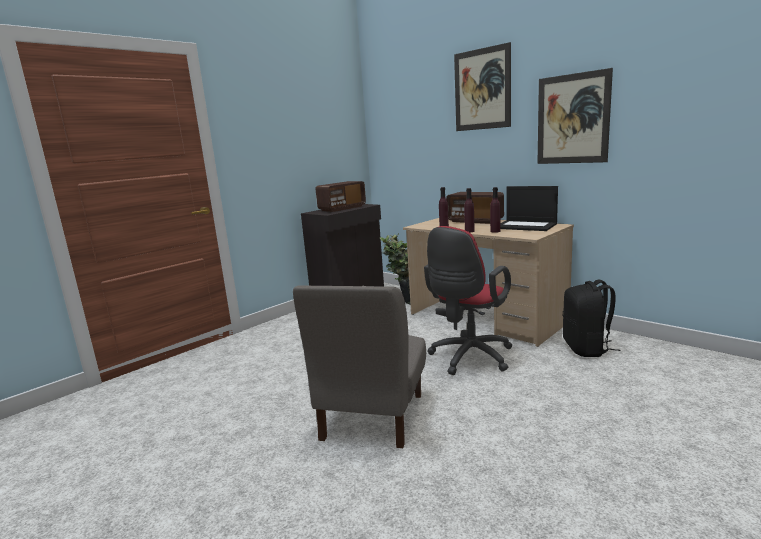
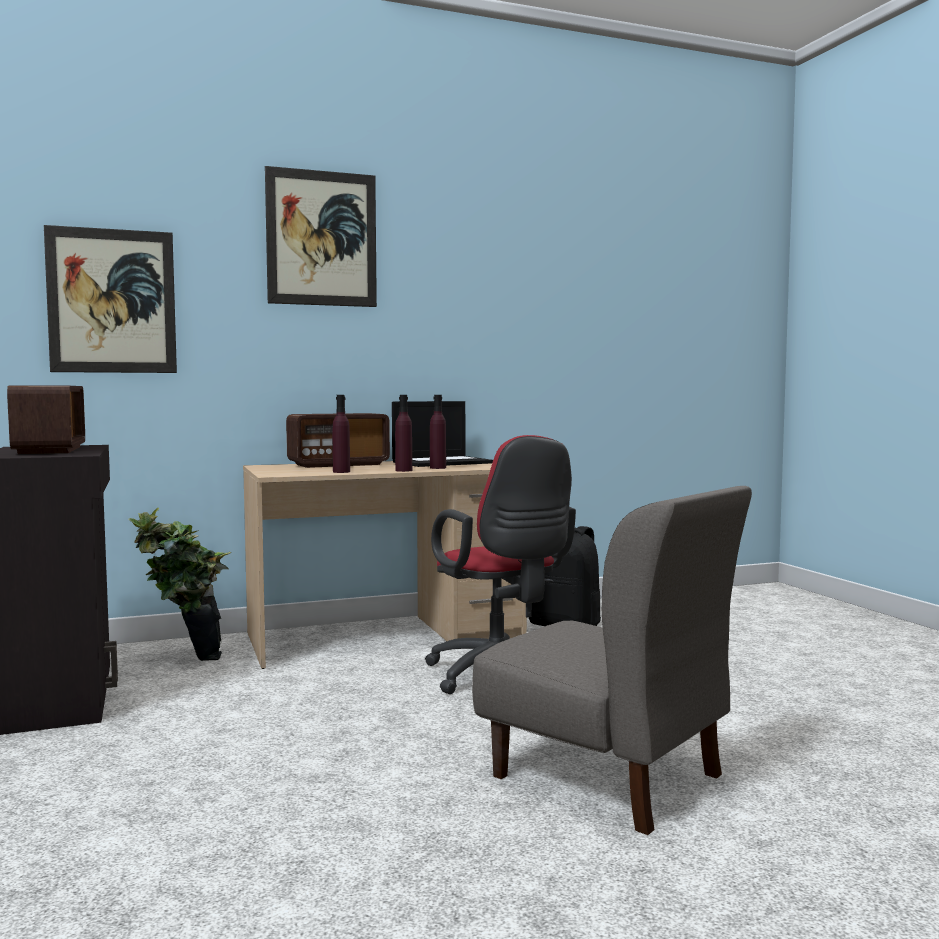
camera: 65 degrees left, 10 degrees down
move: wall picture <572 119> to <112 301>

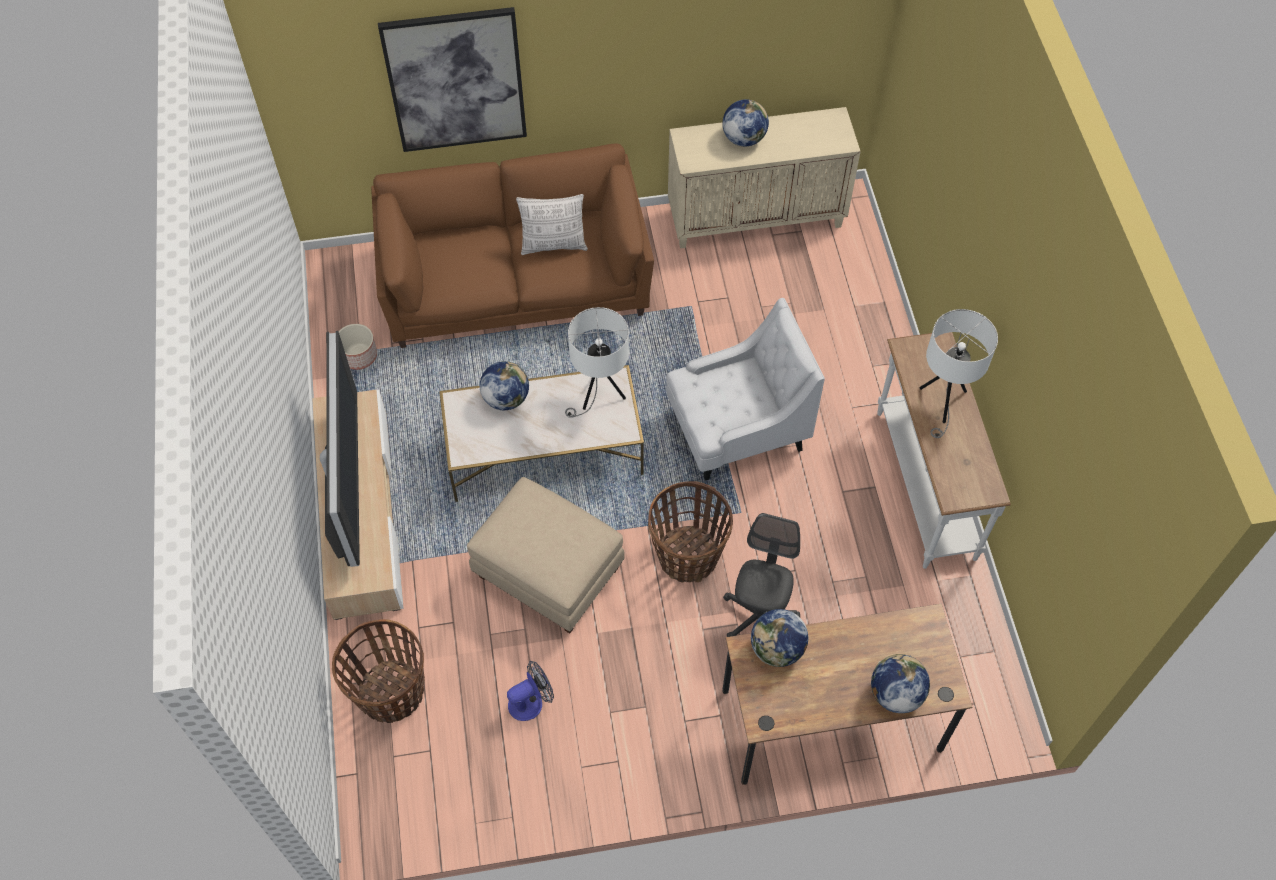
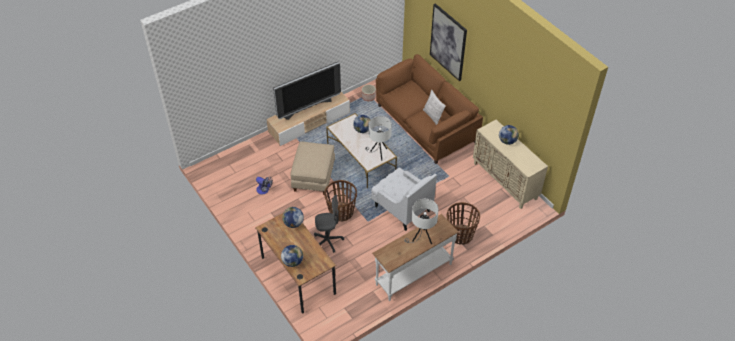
camera: 65 degrees right, 10 degrees down
move: storage basket <391 693> to <460 235>

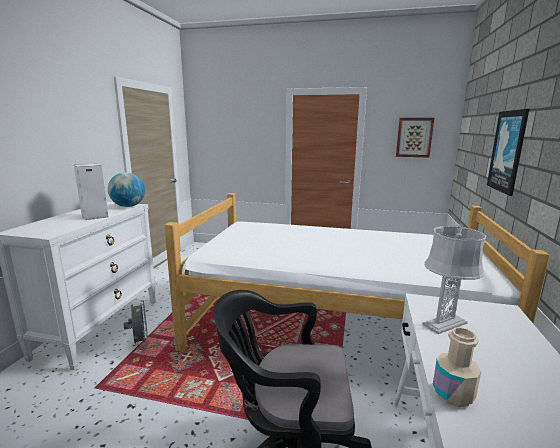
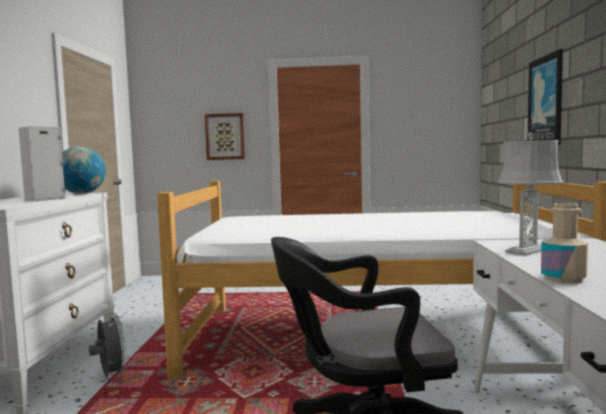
camera: 10 degrees left, 10 degrees down
move: wall picture <414 137> to <225 136>

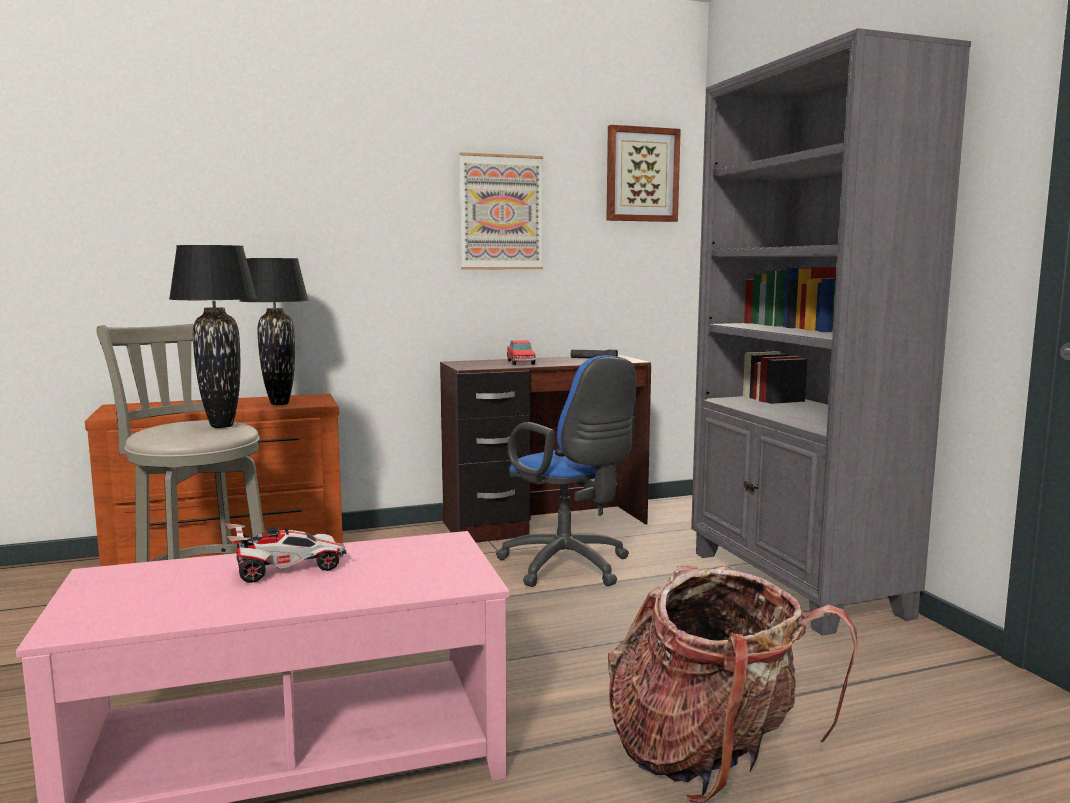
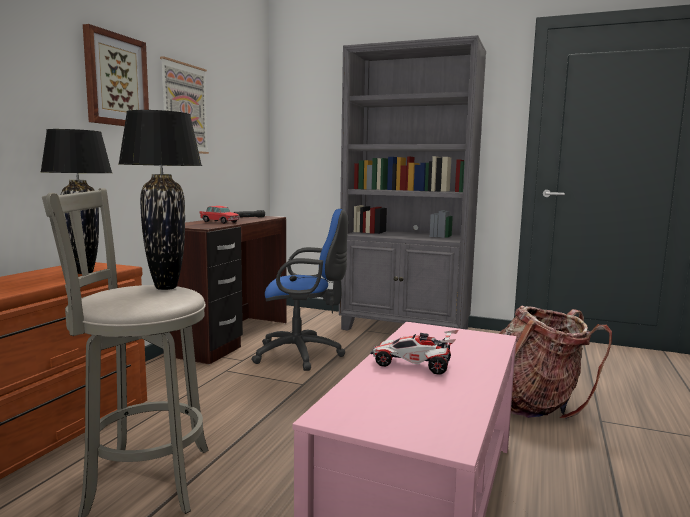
camera: 50 degrees left, 0 degrees up
move: wall picture <641 175> to <115 80>
rotate: model car <287 569> = <413 365> 90 degrees counterclockwise

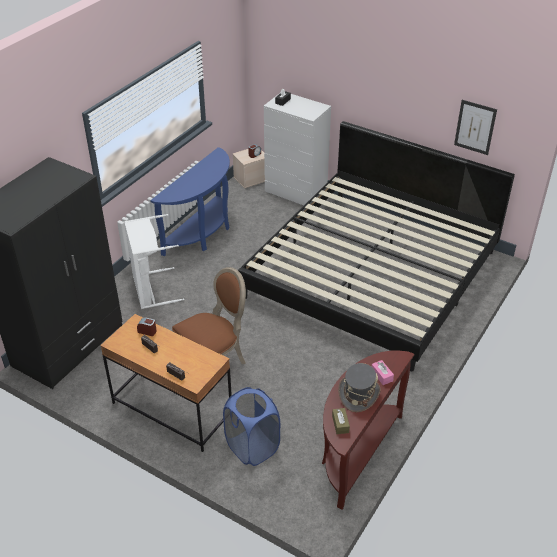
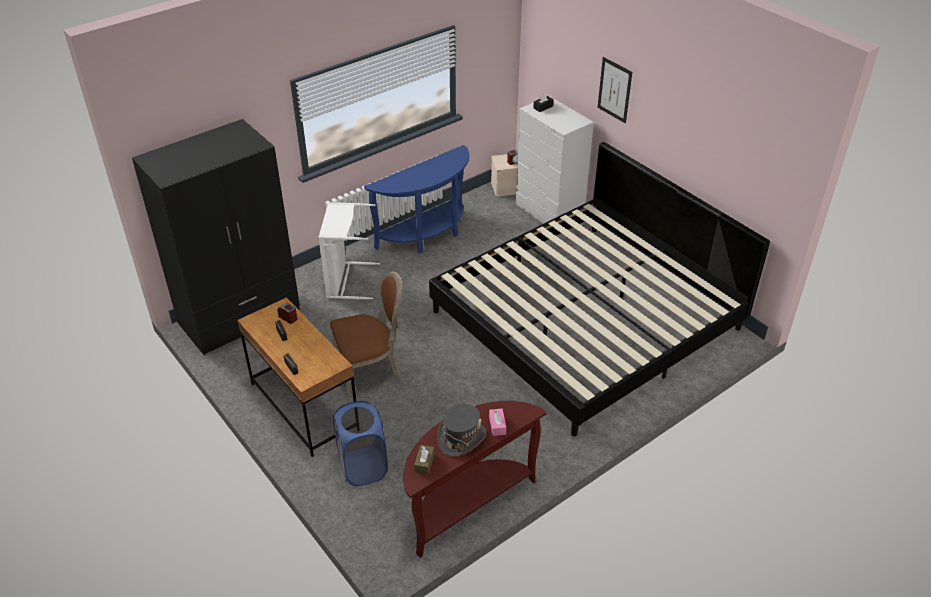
camera: 20 degrees right, 0 degrees up
move: wall picture <475 127> to <614 90>

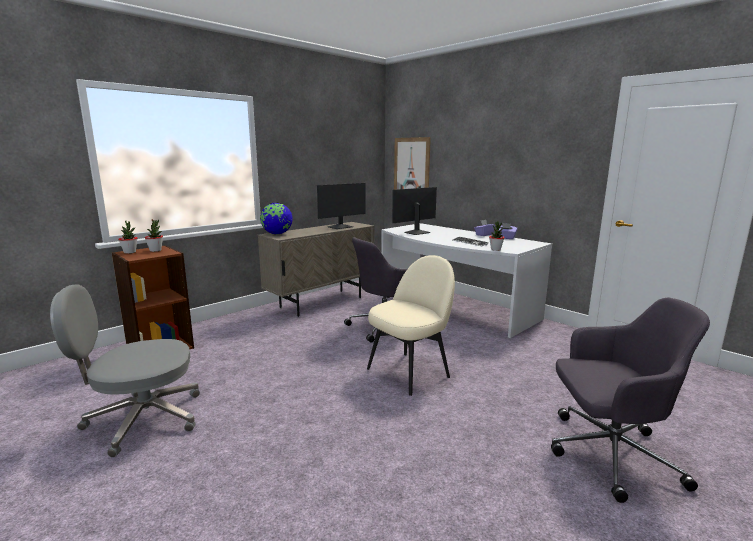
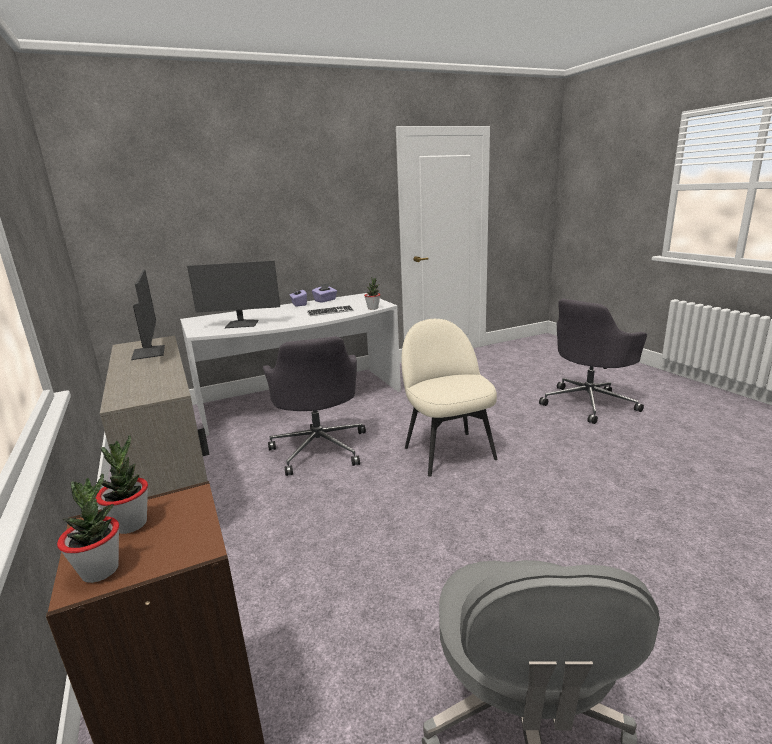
camera: 70 degrees left, 5 degrees up
delete: globe <277 234>; wall picture <411 168>
rotate: computer display <416 232> = <242 324> 75 degrees counterclockwise; greyish computer chair <608 454> = <589 403> 150 degrees counterclockwise

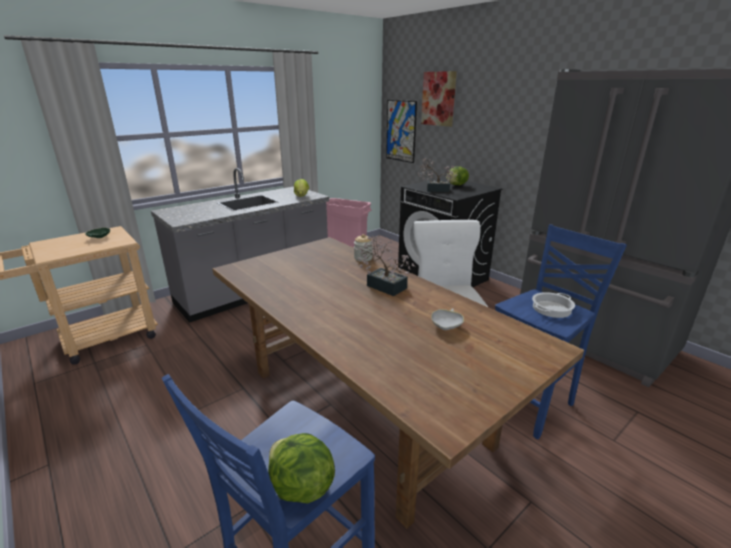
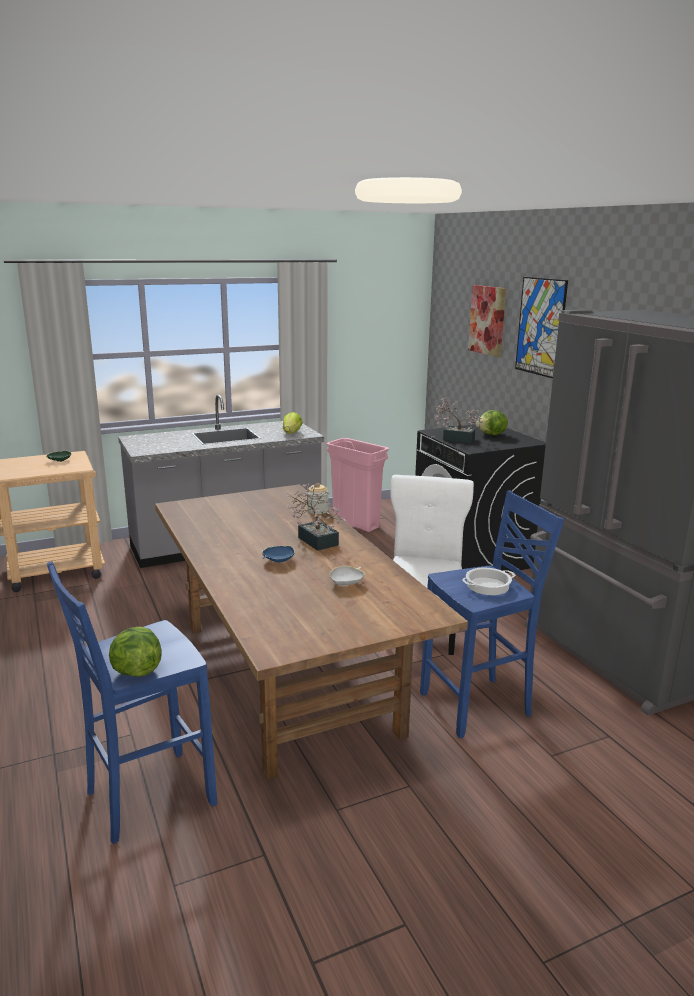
camera: 15 degrees right, 5 degrees down
insert: blue deep dish <278 561>
move: wall picture <401 131> to <540 327>

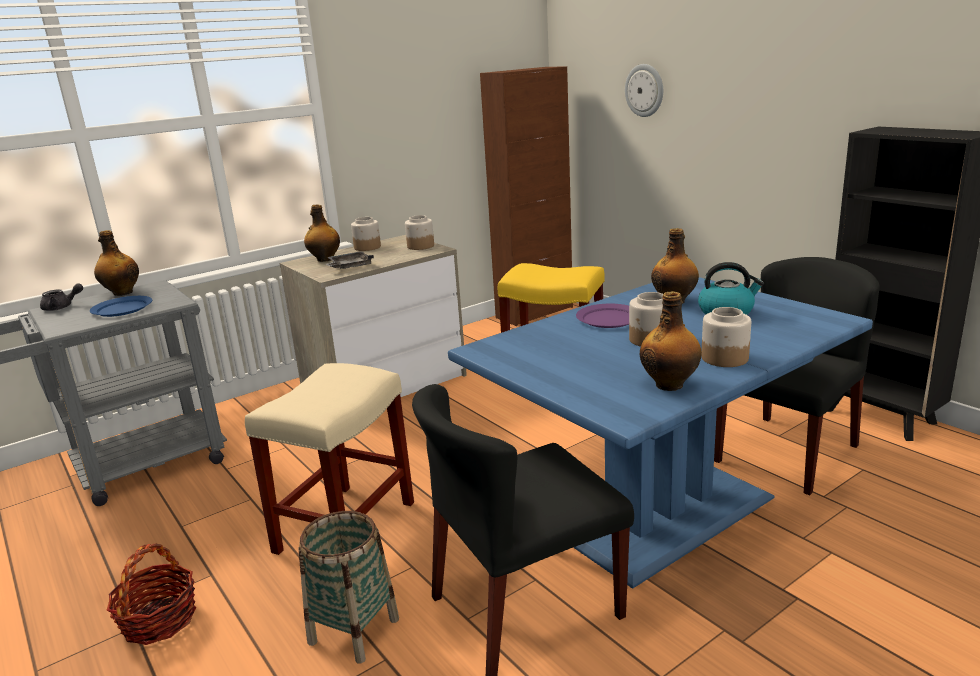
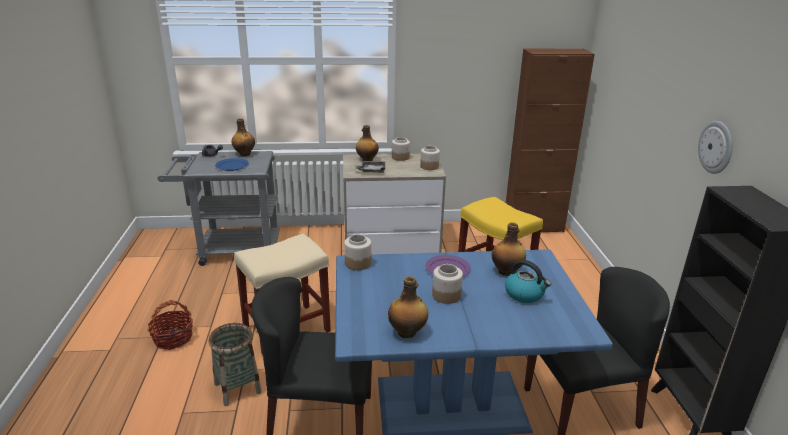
camera: 30 degrees right, 5 degrees up
move: preserve jar <724 358> to <357 263>; hanging clock <645 90> to <716 147>

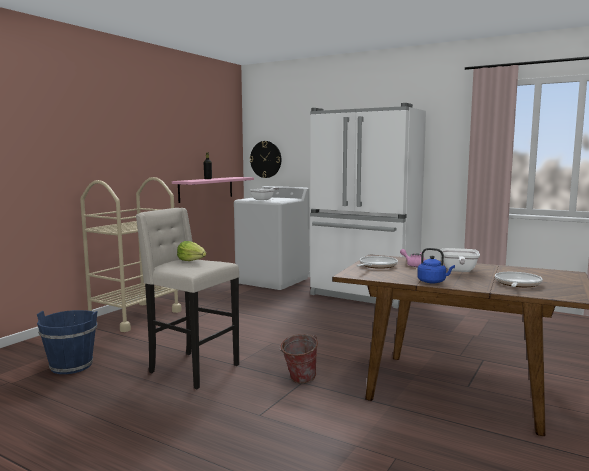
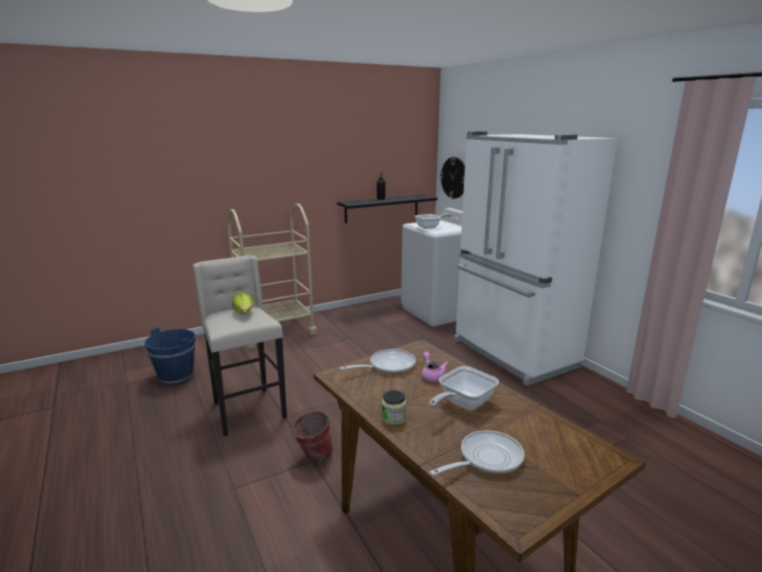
camera: 30 degrees right, 10 degrees up
replace: blue kettle <433 282> to preserve jar <393 418>
recolor: pink-coloured bracket shelf <206 189> to black bracket shelf <382 208>

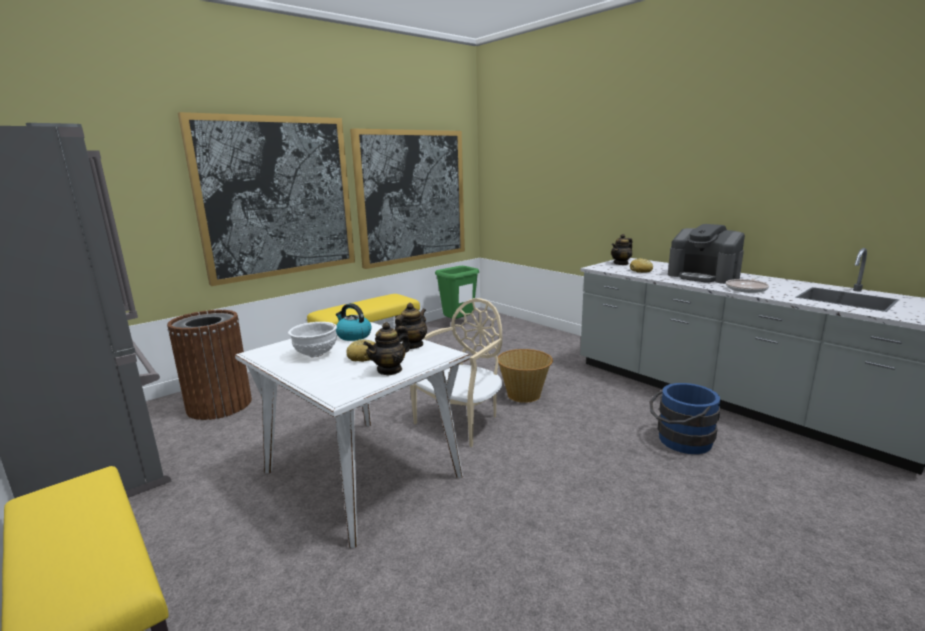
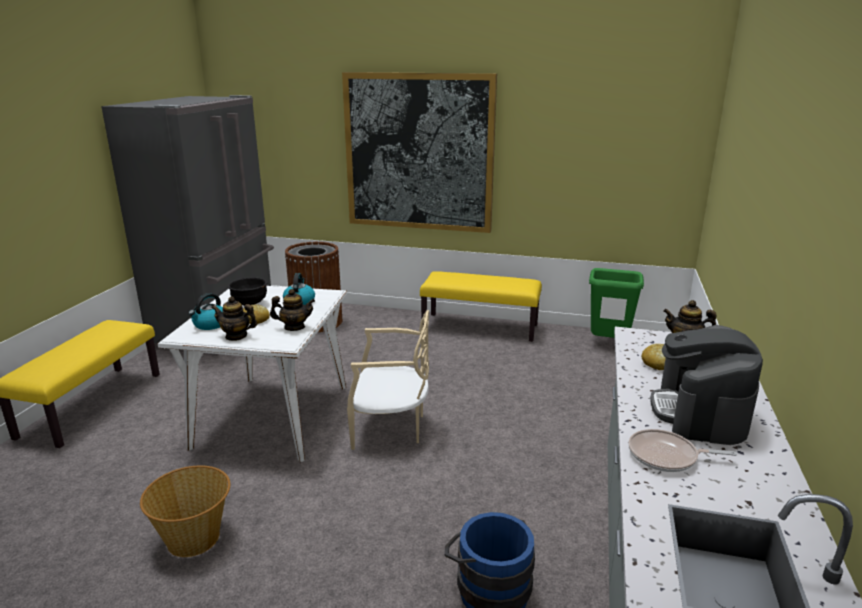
camera: 55 degrees right, 5 degrees up
delete: wall picture <411 196>
insert: kettle <210 324>
move: storage basket <524 394> to <194 538>
recolor: whitish deep dish <315 354> to black deep dish <249 304>

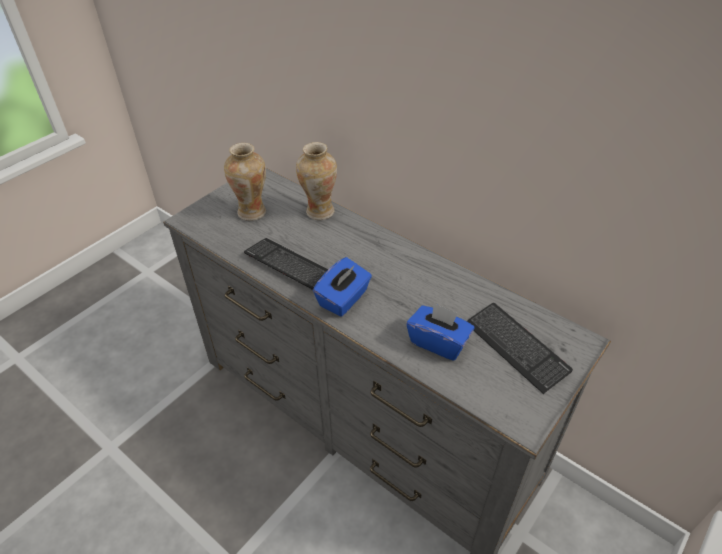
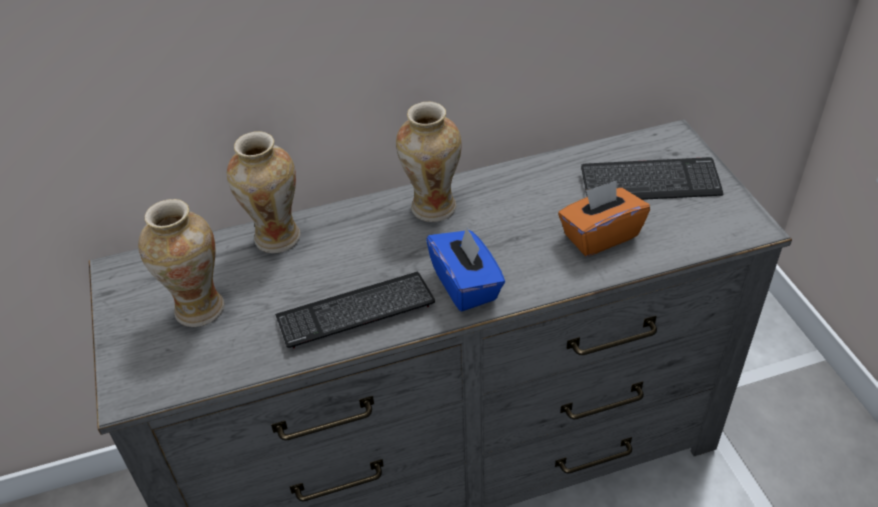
camera: 55 degrees left, 0 degrees up
insert: decorative vase <432 208>
recolor: blue tissue box <438 342> to orange tissue box <600 235>

